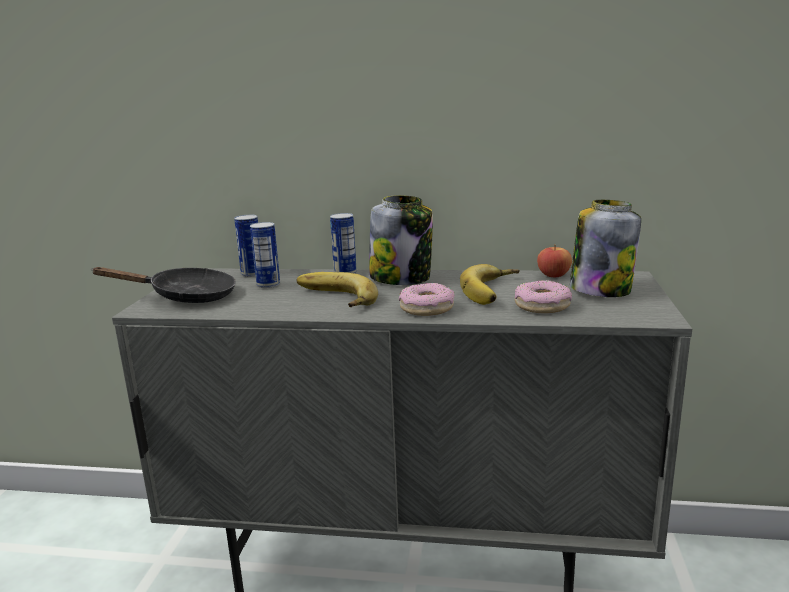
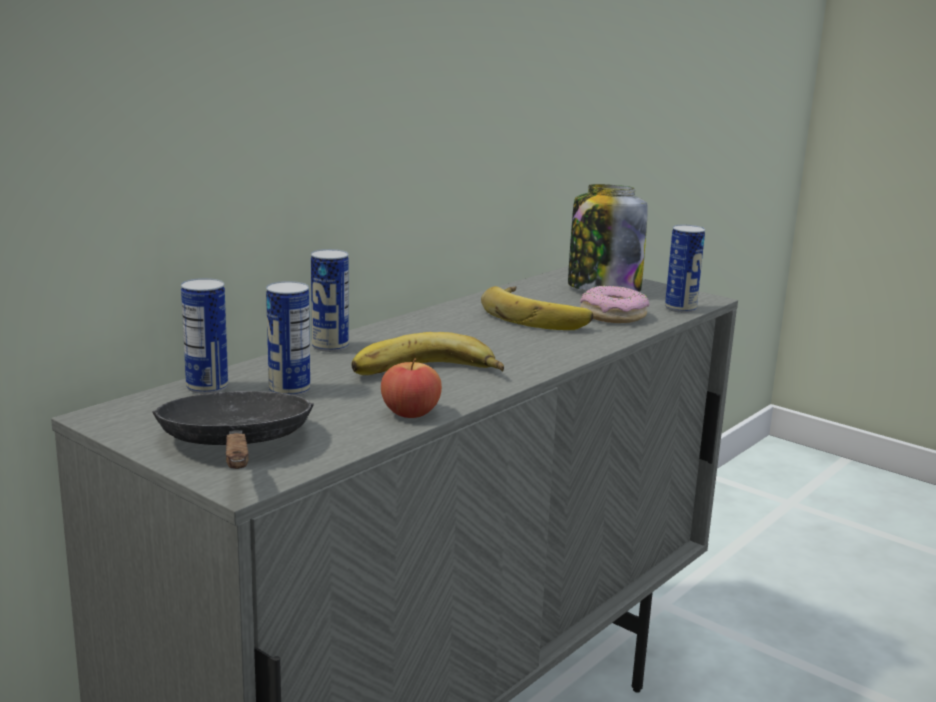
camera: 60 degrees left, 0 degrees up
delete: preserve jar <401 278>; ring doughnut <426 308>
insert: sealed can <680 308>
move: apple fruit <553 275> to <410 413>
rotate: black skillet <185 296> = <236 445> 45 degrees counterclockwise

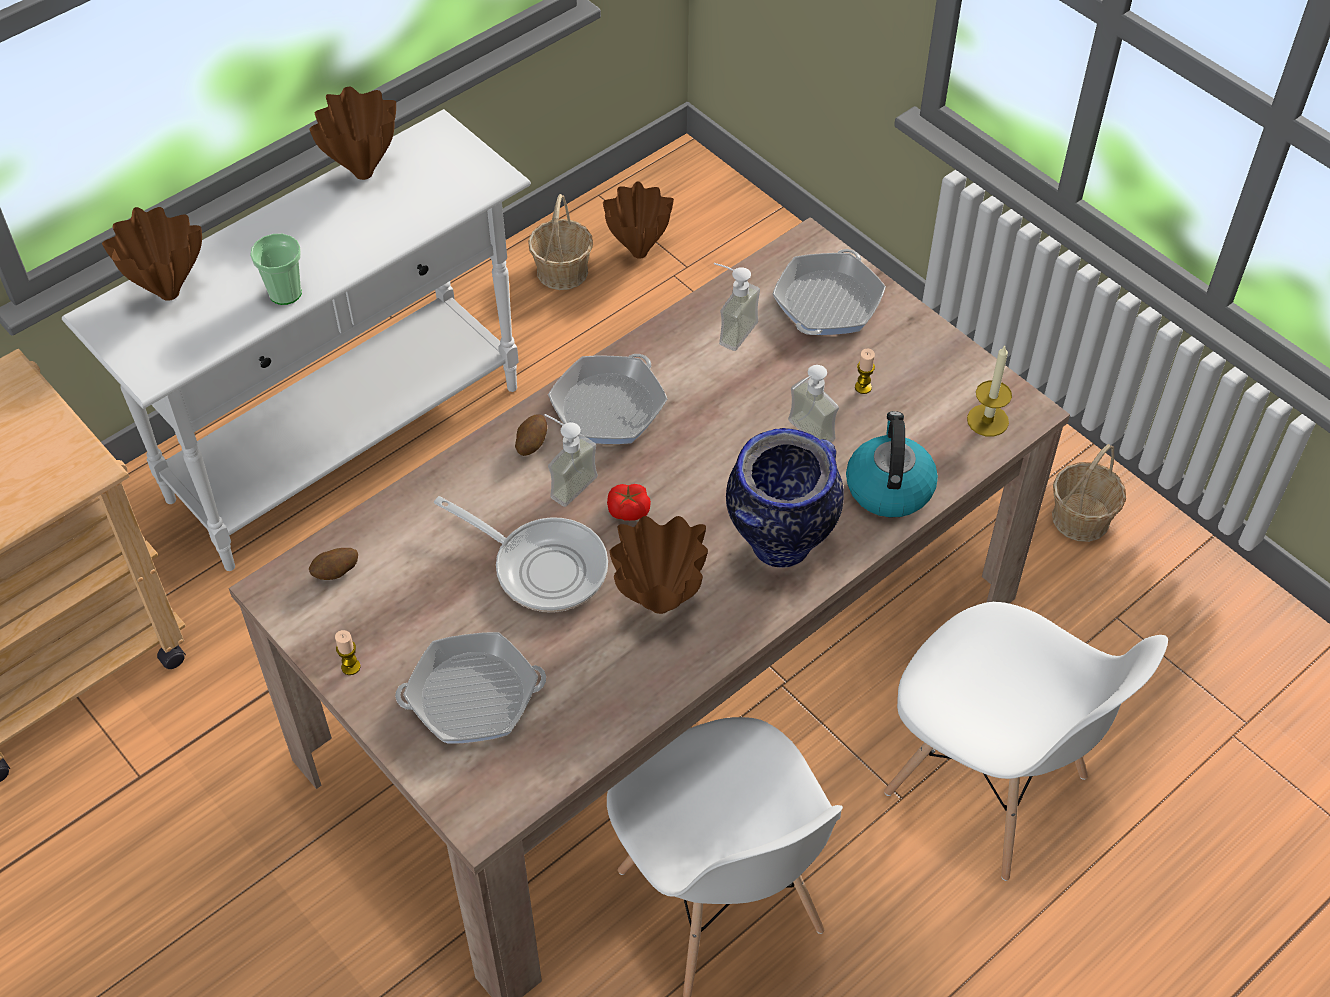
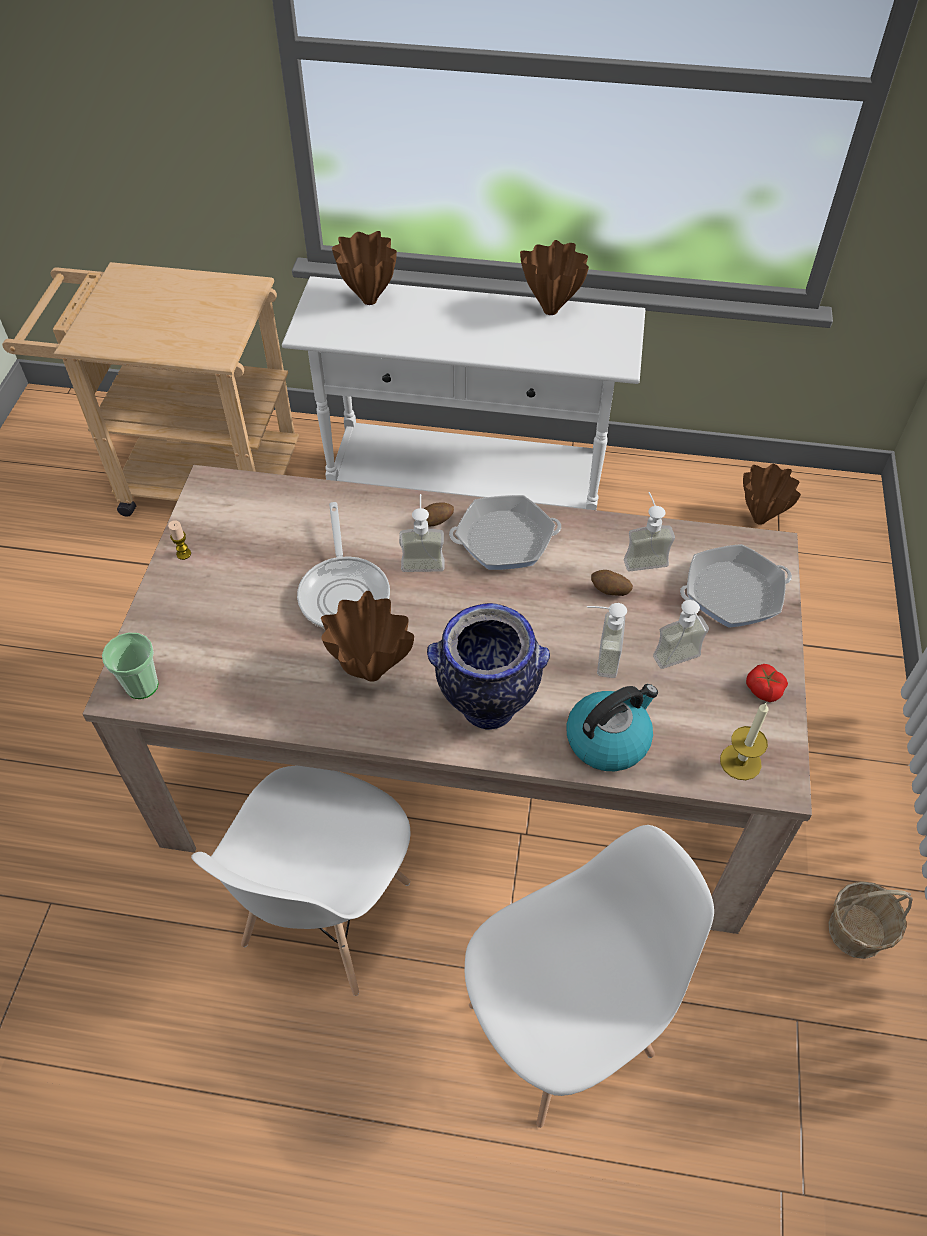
camera: 50 degrees right, 0 degrees up
delete: skillet <472 696>; storage basket <562 271>
move: small cup <285 293> to <142 685>; potato <336 573> to <609 591>; tomato <629 510> to <763 689>
replace: wax light <863 387> to soap dispenser <681 663>
rotate: whitish upright chair <988 787> = <562 1028> 120 degrees counterclockwise

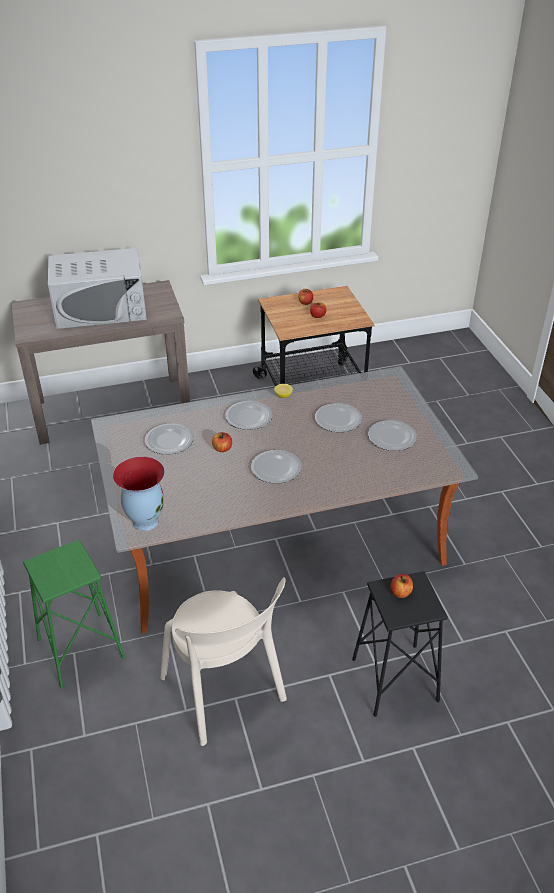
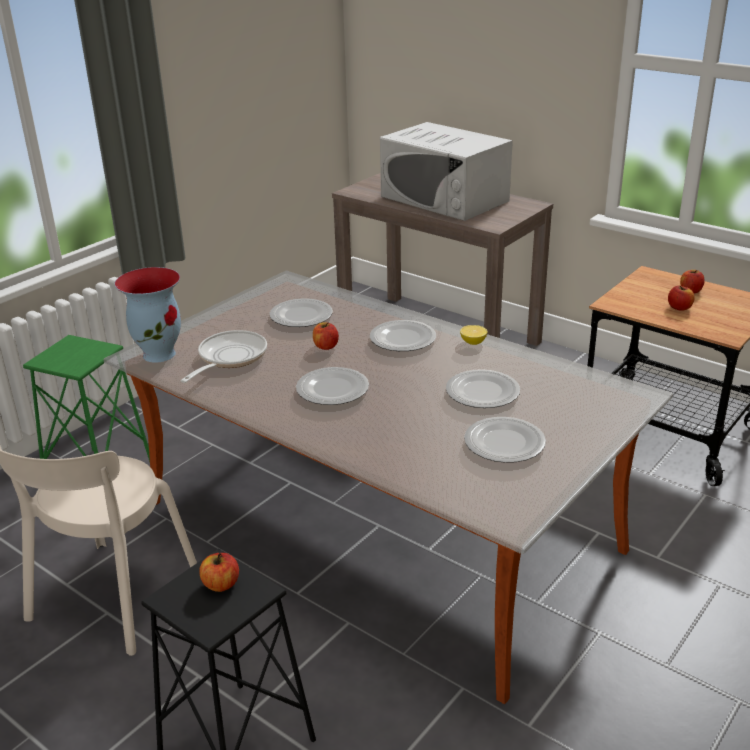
camera: 55 degrees right, 10 degrees down
insert: skillet <229 358>

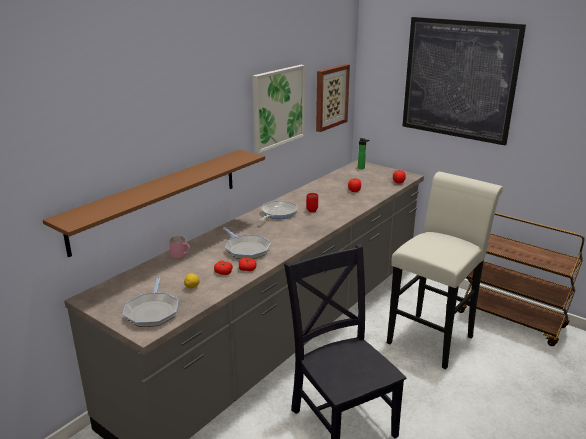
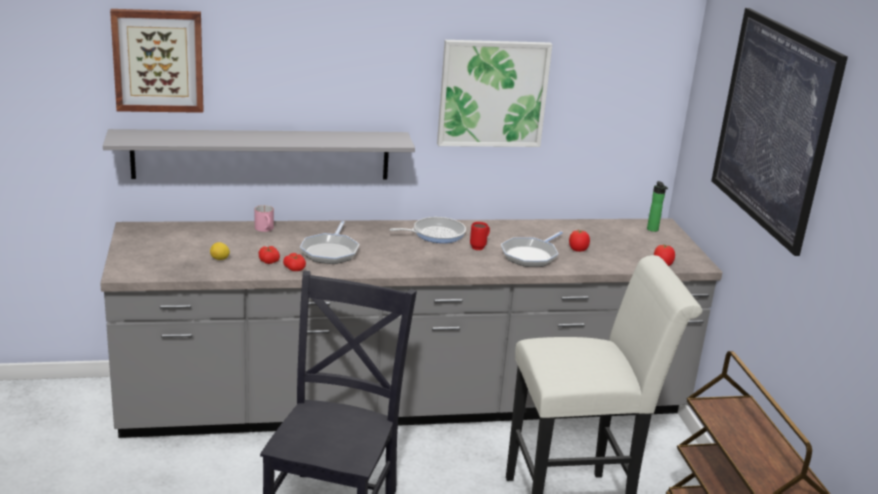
camera: 40 degrees right, 0 degrees up
move: wall picture <331 97> to <158 60>; skillet <152 311> to <531 255>
recolor: brown bracket shelf <158 198> to greyish bracket shelf <262 154>

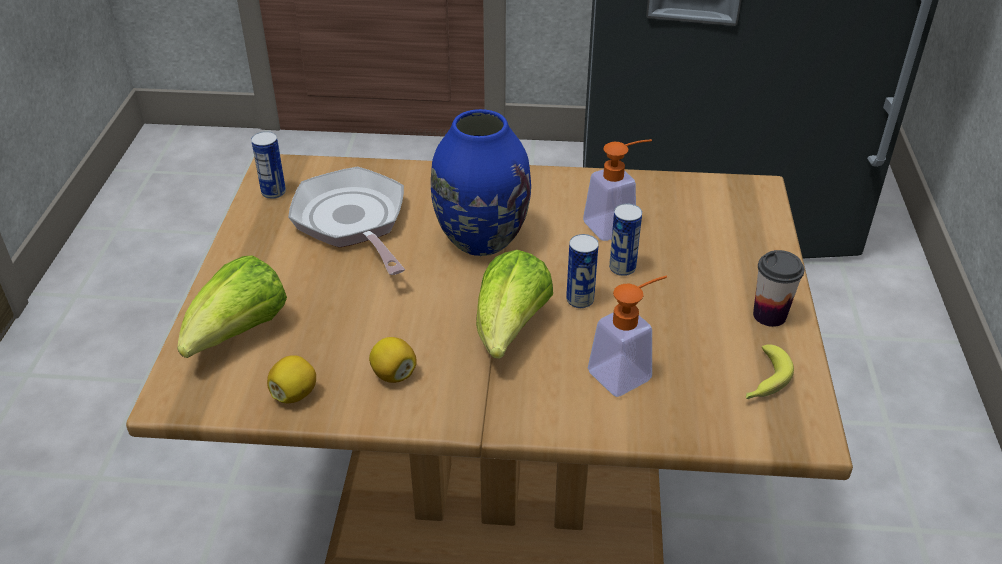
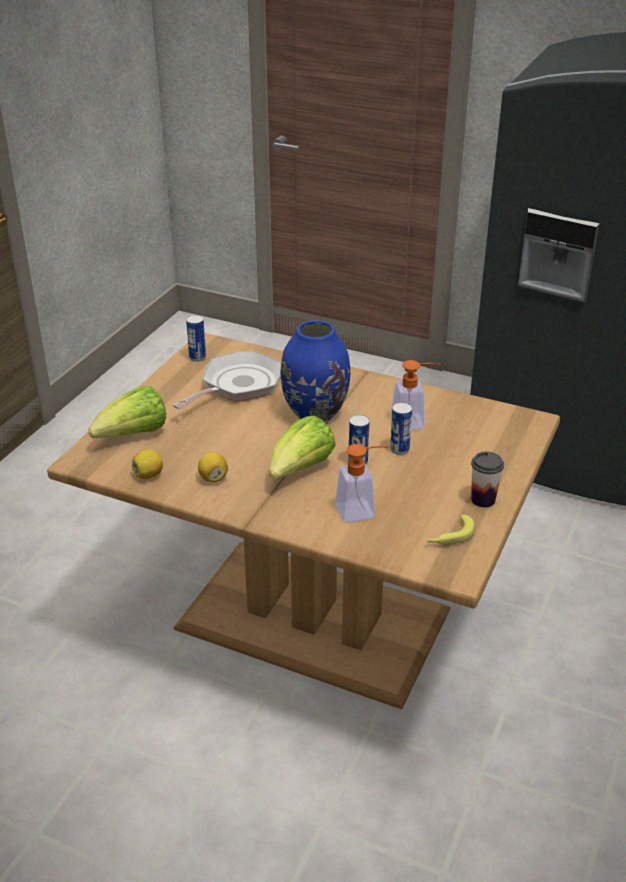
camera: 20 degrees right, 5 degrees down
rotate: skillet <352 222> = <237 385> 45 degrees clockwise

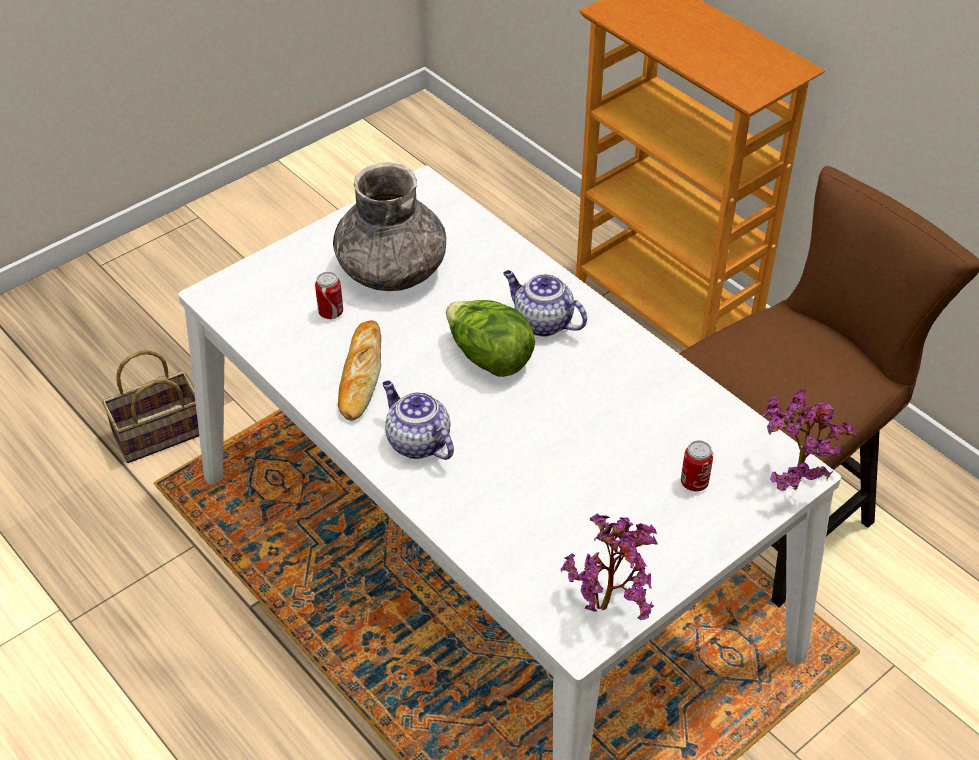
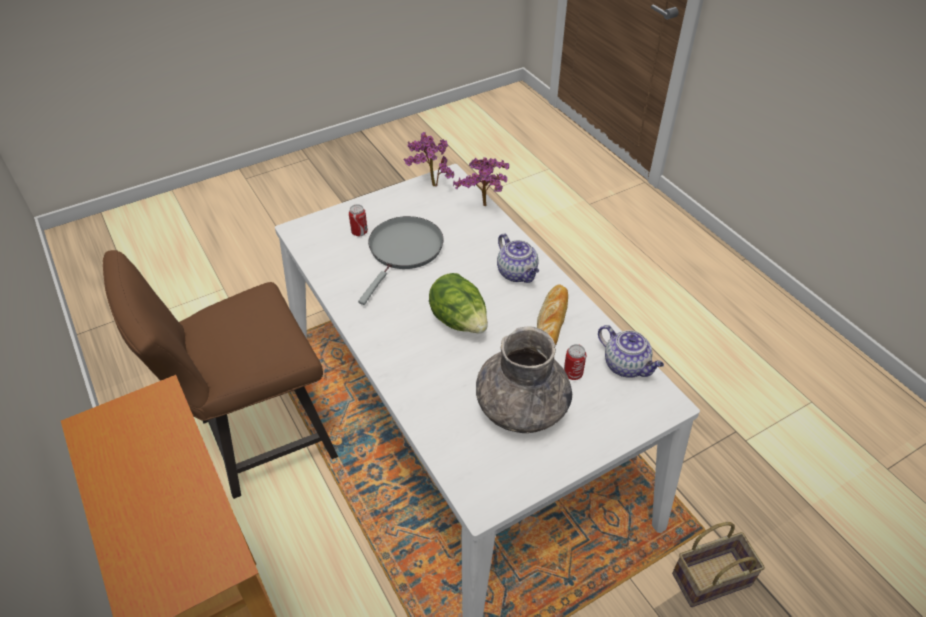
camera: 170 degrees left, 0 degrees up
insert: greyish skillet <404 251>
move: plant in a pot <792 480> to <485 208>; pot for tea <542 322> to <626 366>

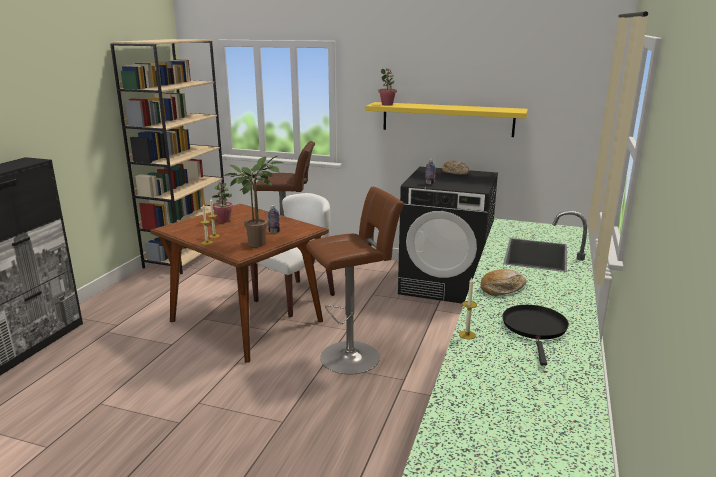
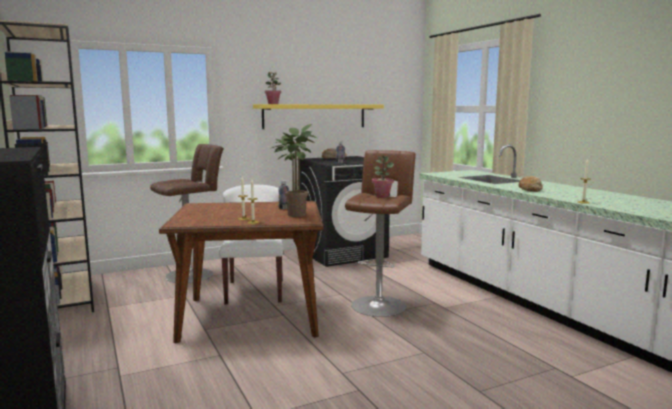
camera: 45 degrees left, 10 degrees down
delete: black skillet <535 328>
move: plant in a pot <223 220> to <382 196>

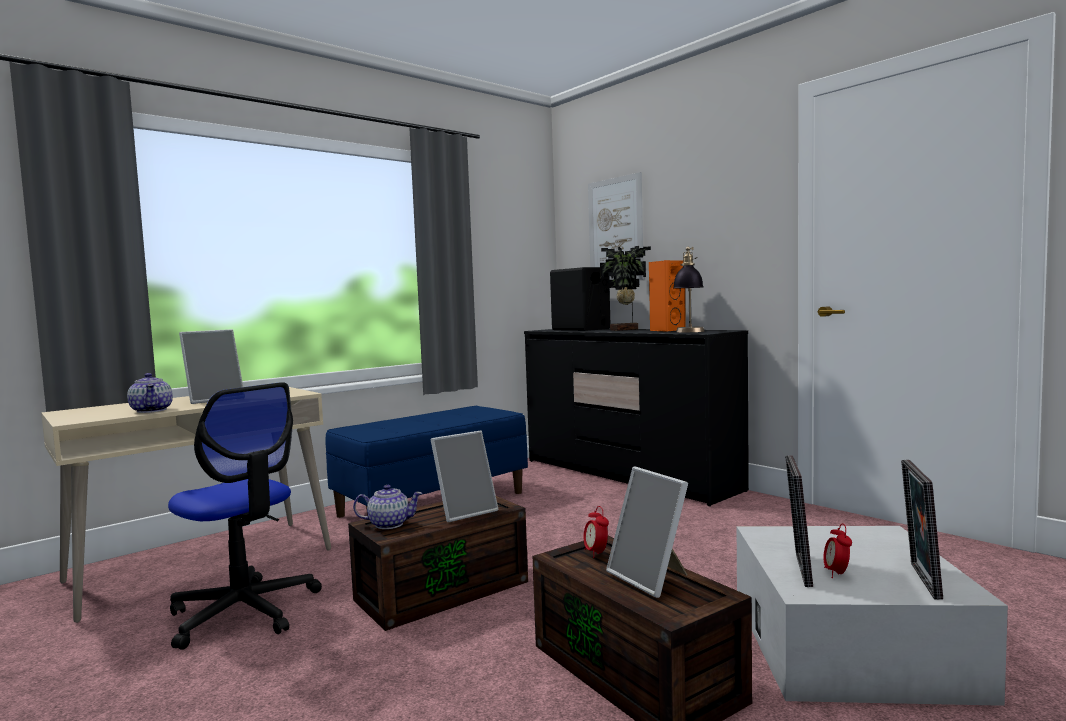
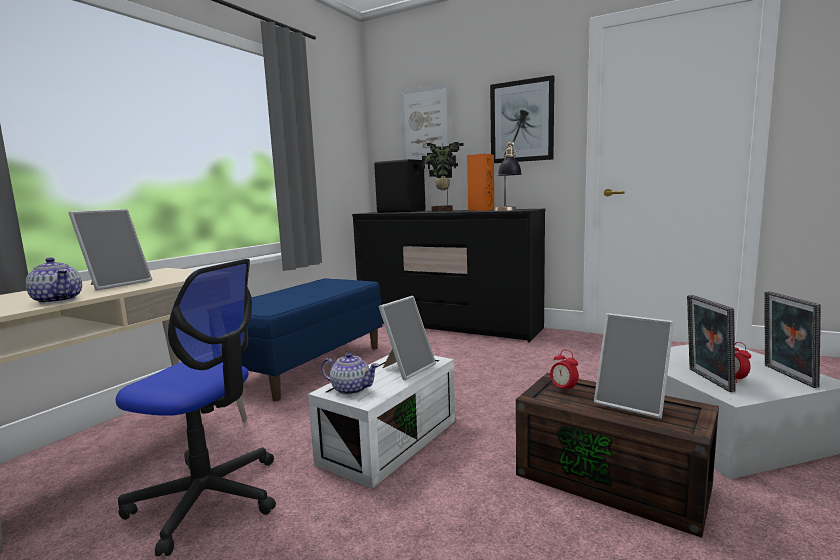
camera: 20 degrees left, 5 degrees up
insert: wall picture <522 121>
recolor: brown storage box <443 589> to whitish storage box <389 439>
rotate: pot for tea <389 524> = <351 389> 45 degrees clockwise

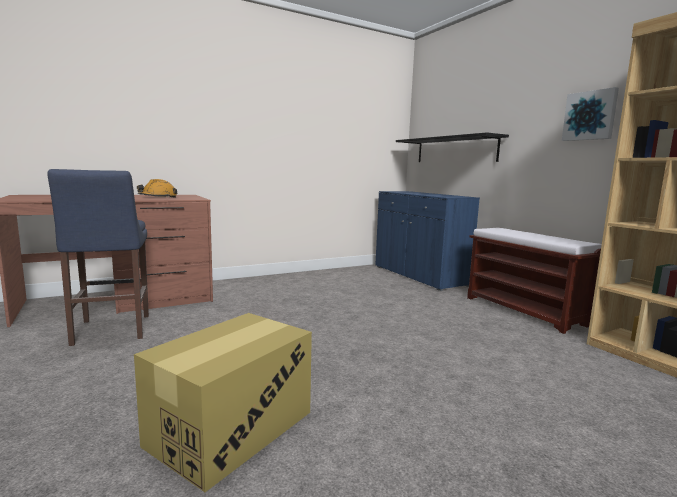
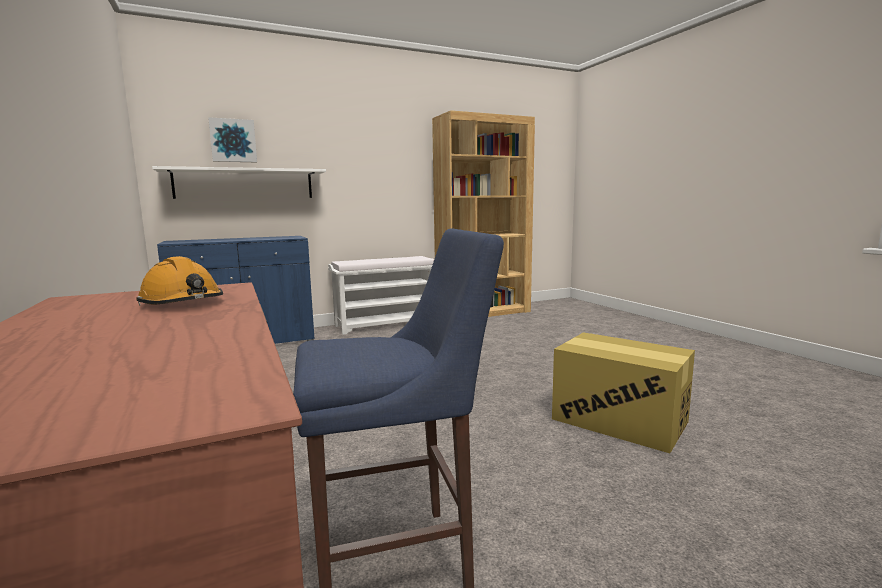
camera: 85 degrees left, 0 degrees up
move: wall picture <590 116> to <233 140>
recolor: black bracket shelf <455 150> to whitish bracket shelf <245 184>; brown long seat <524 311> to whitish long seat <385 324>

